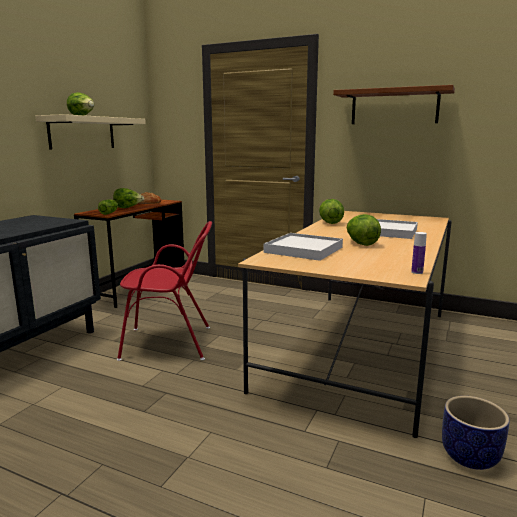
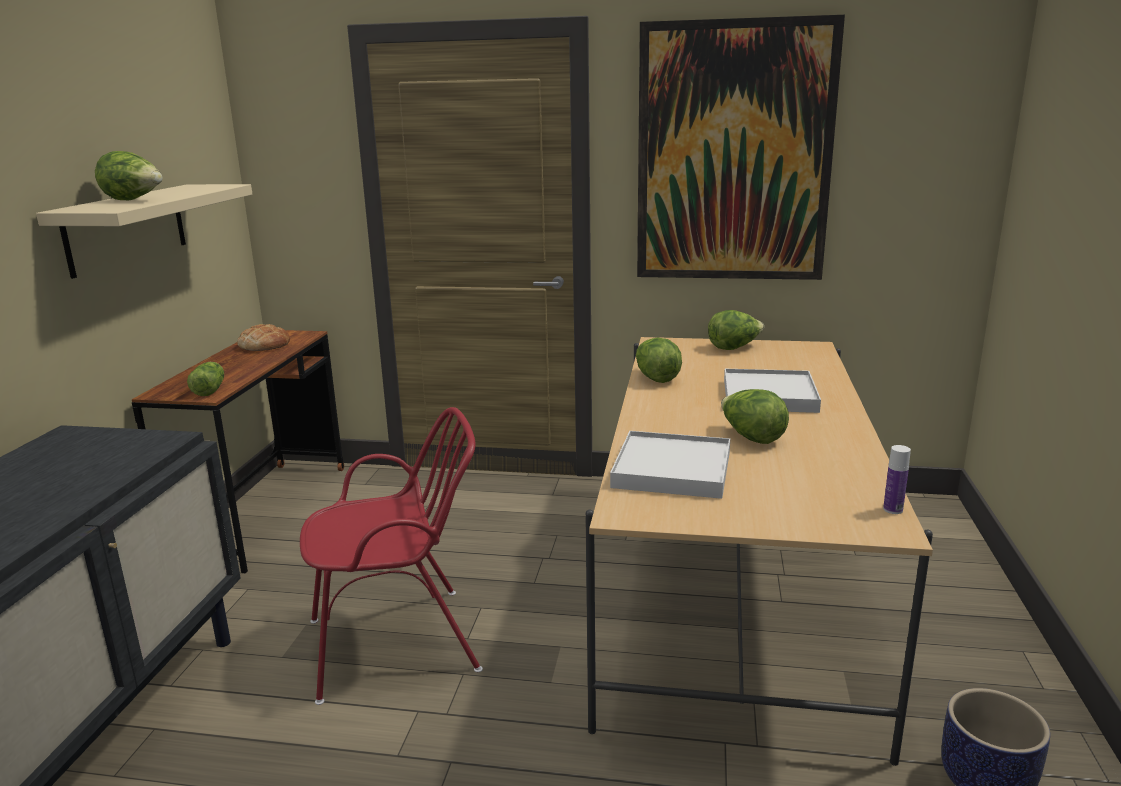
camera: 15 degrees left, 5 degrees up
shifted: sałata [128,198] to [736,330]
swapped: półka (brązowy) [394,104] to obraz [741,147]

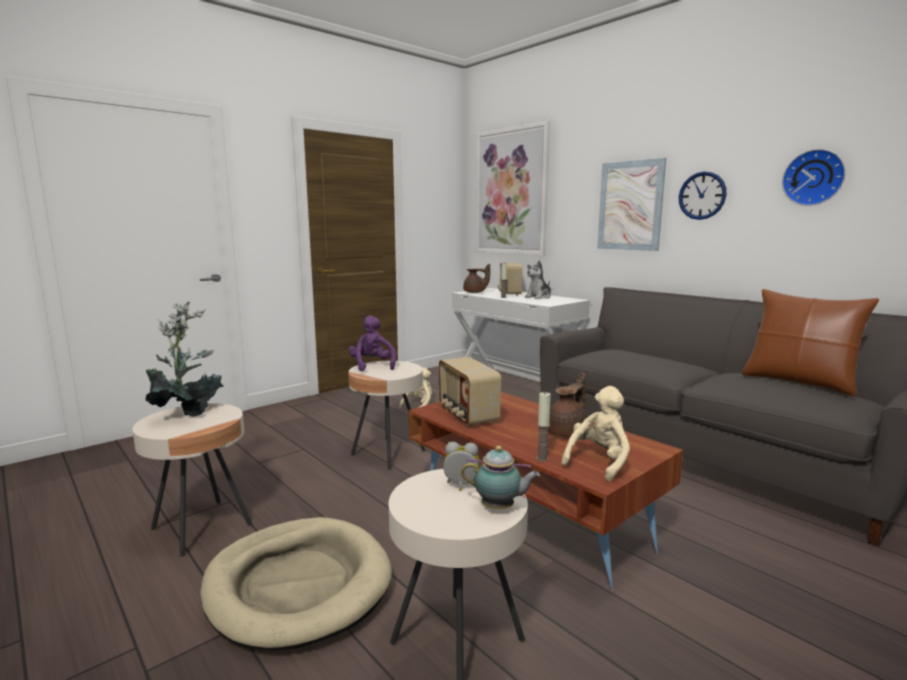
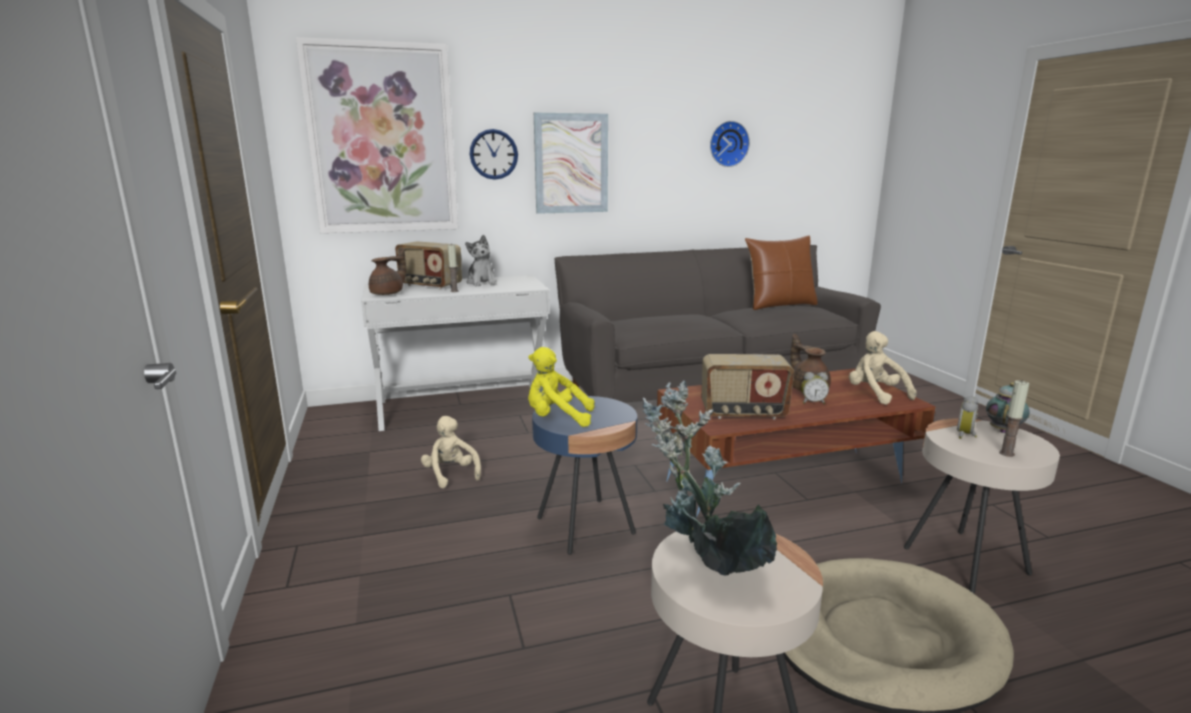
camera: 65 degrees left, 5 degrees up
new: budzik [815,388]
shifted: zegar ścienny [703,195] to [494,154]; świeca [543,427] to [1014,418]
repainted: pluszak (fioletowy) [372,343] to pluszak (żółty) [561,387]; stolik (beżowy) [386,415] to stolik (niebieski) [584,475]

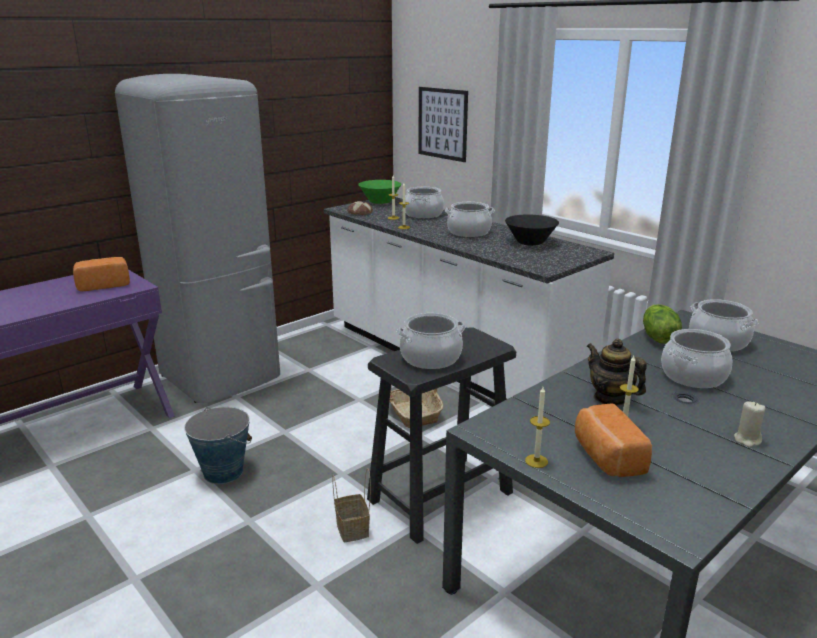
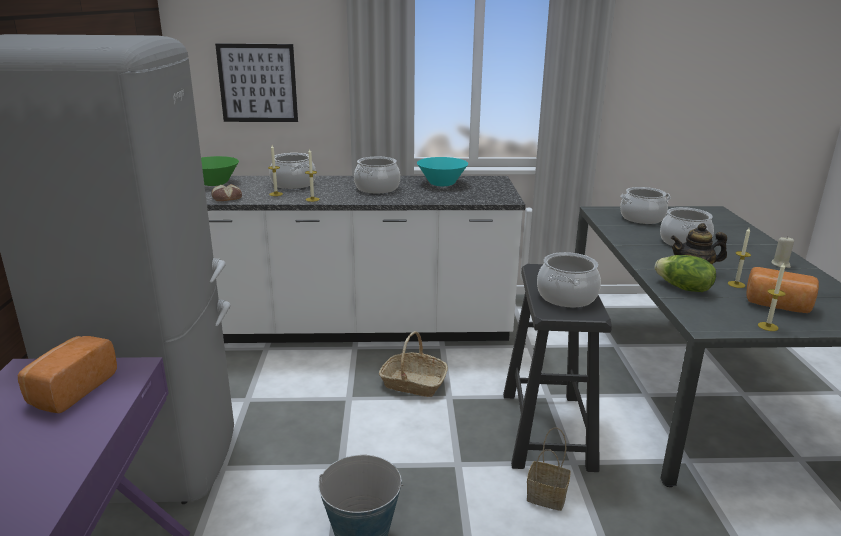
camera: 50 degrees left, 0 degrees up
shifted: sałata [662,324] to [685,273]
repainted: miska (czarny) [532,230] to miska (turkusowy) [442,171]

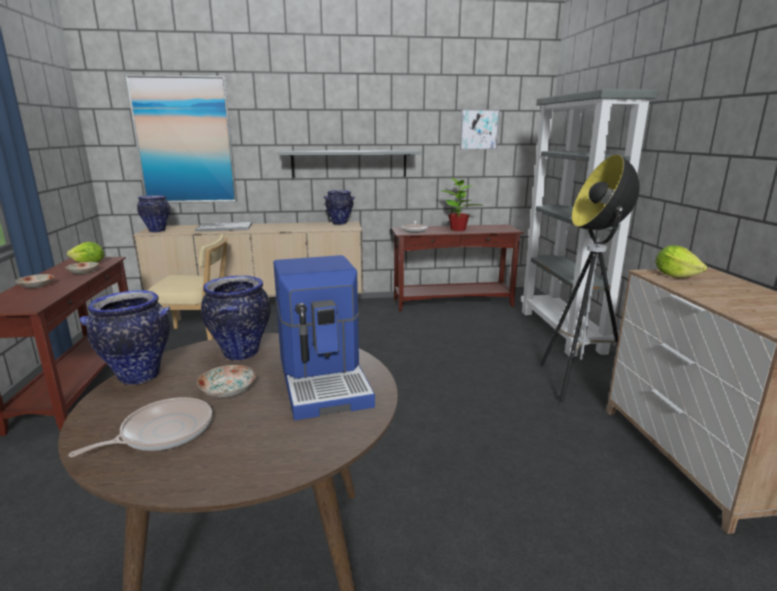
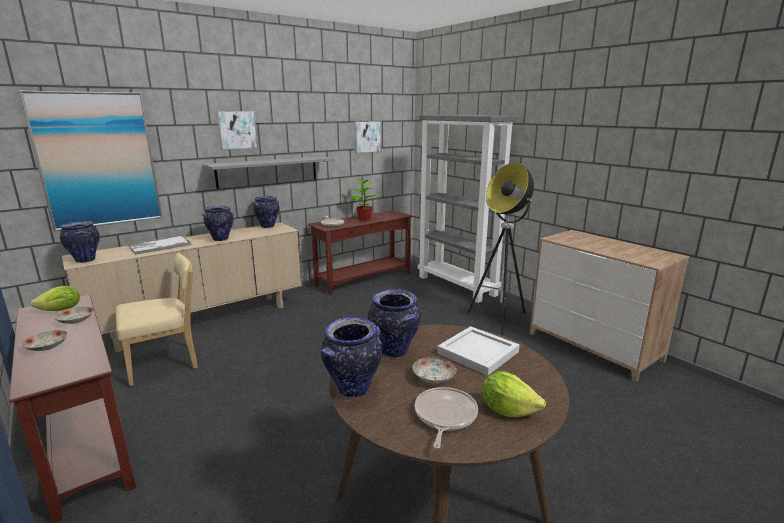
camera: 30 degrees left, 0 degrees up
new: obraz [237,130]; wazon [218,223]
shifted: sałata [681,262] to [514,394]
swapped: ekspres do kawy [324,337] to taca (biały) [478,351]

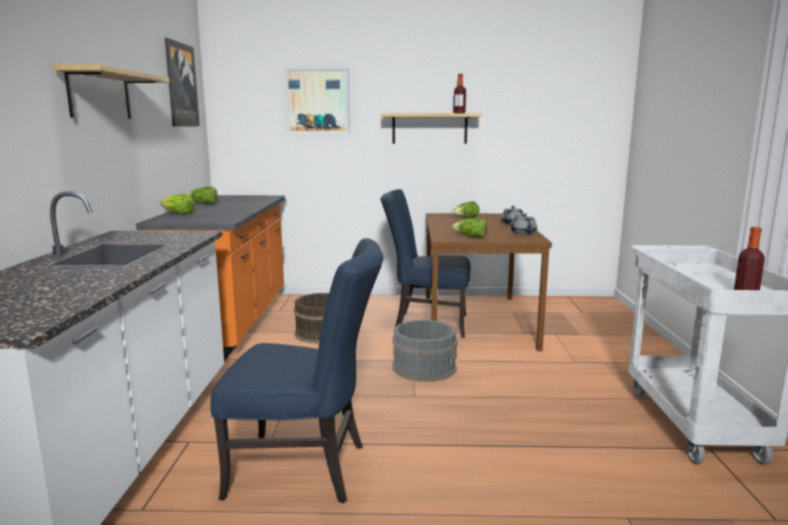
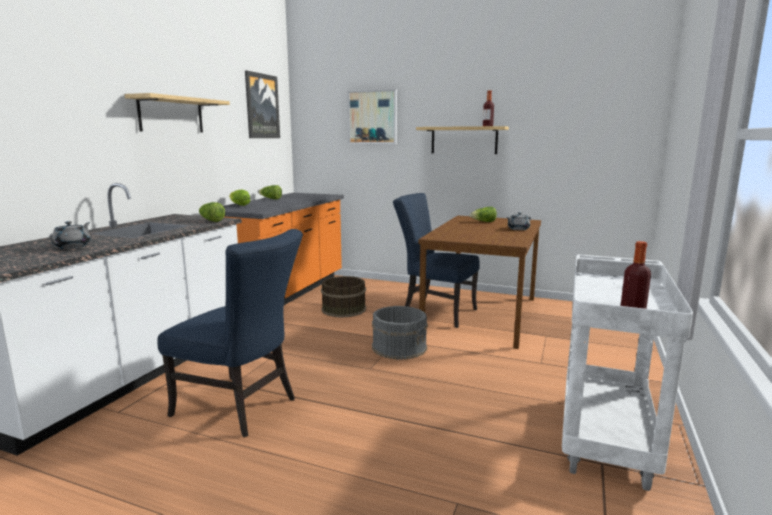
camera: 20 degrees right, 0 degrees up
shifted: imbryk (szary) [524,224] to [70,235]; sałata [469,228] to [212,212]

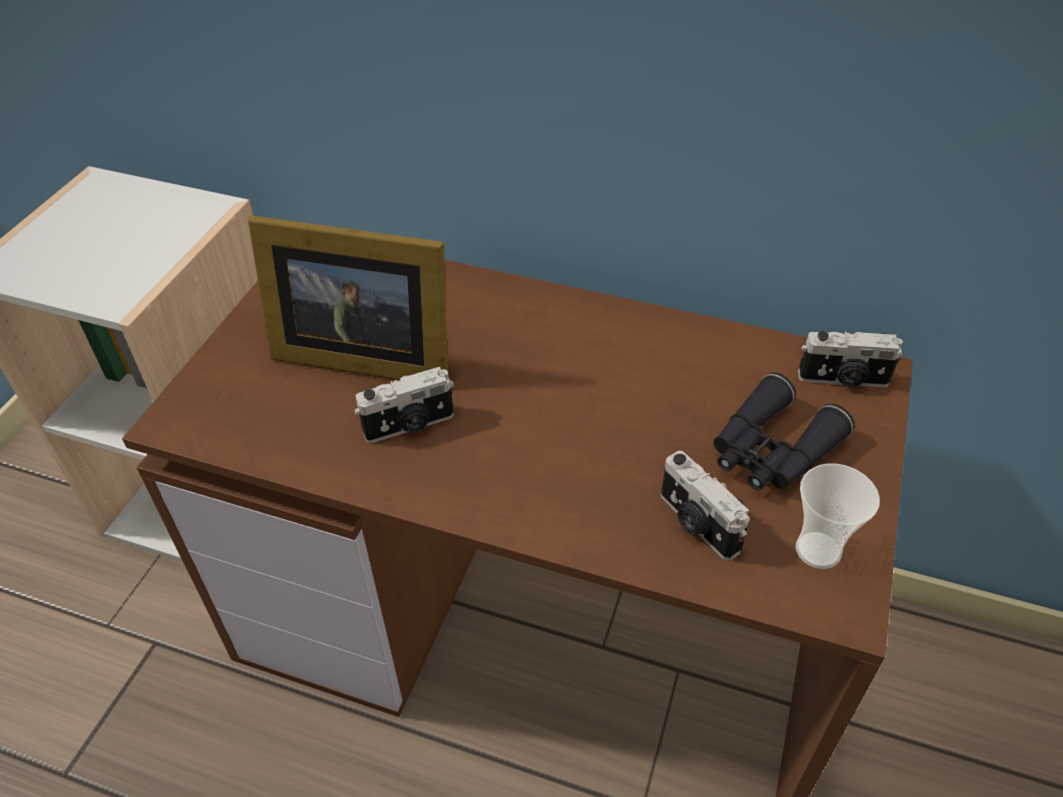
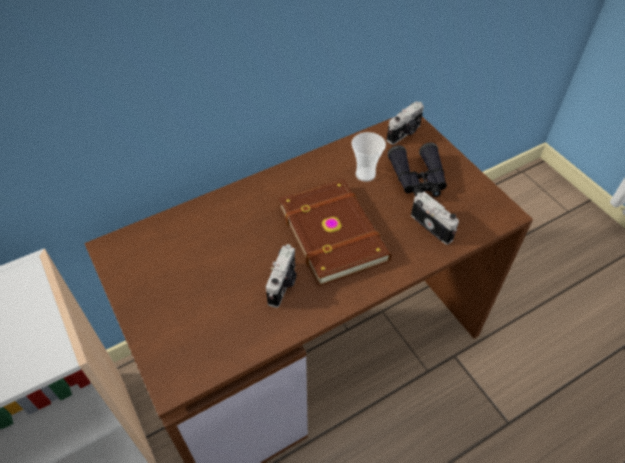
camera: 50 degrees left, 5 degrees up
gone: ramka na zdjęcie [347,297]
new: książka (brązowy) [335,232]
shifted: filiżanka [838,516] to [369,157]
rotated: aparat fotograficzny [705,505] = [435,218] 135 degrees counterclockwise

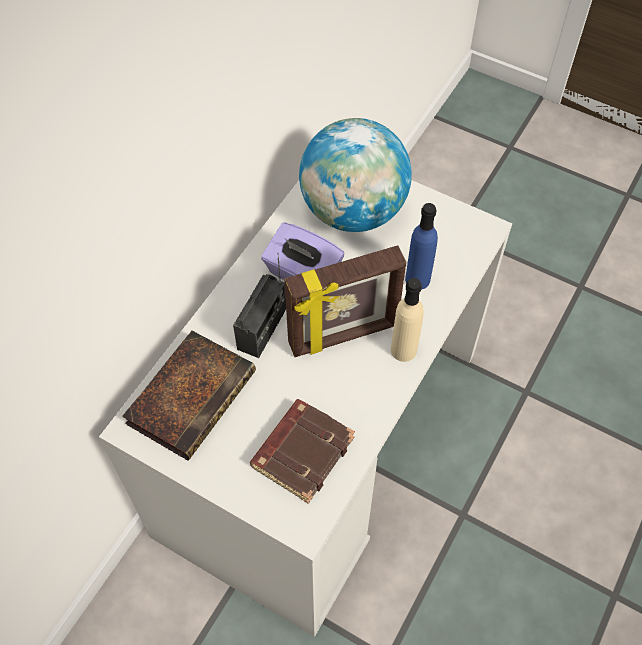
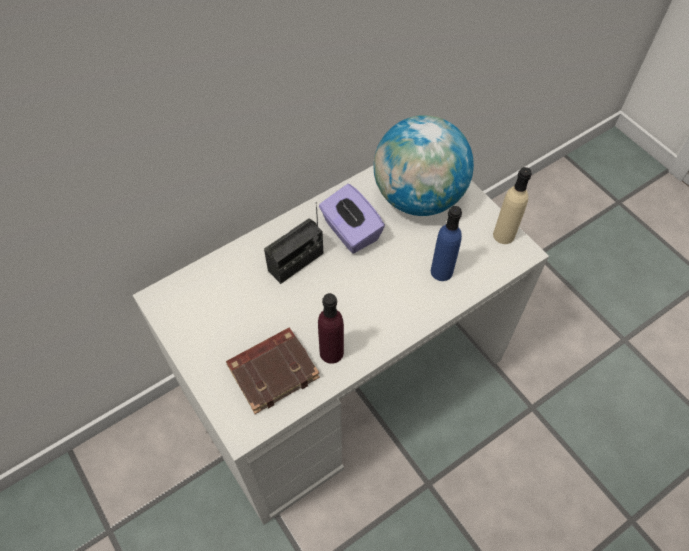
camera: 25 degrees right, 0 degrees up
gone: ramka na zdjęcie [345,301]; książka [189,396]
new: butelka (fioletowy) [331,328]
shifted: butelka (beżowy) [407,320] to [512,205]

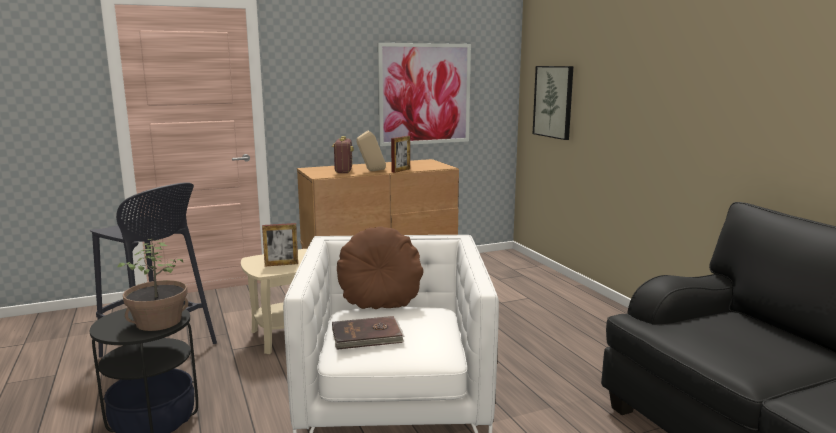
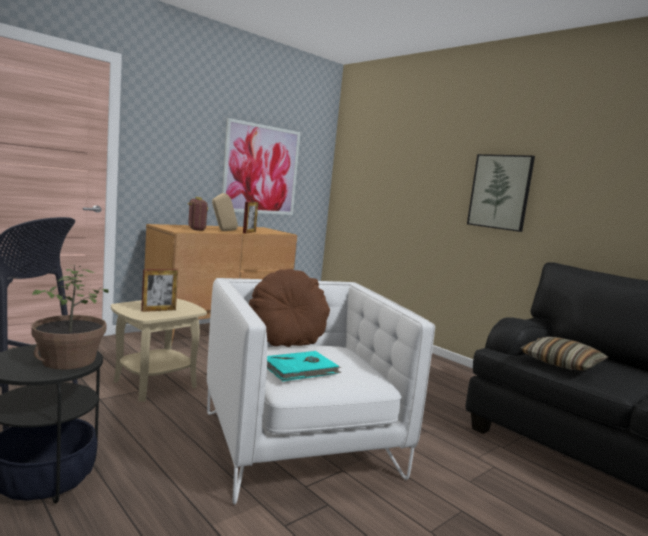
camera: 20 degrees left, 5 degrees down
new: poduszka [564,354]
shifted: obraz [553,103] to [501,193]
repainted: książka (brązowy) [368,333] to książka (turkusowy) [304,366]

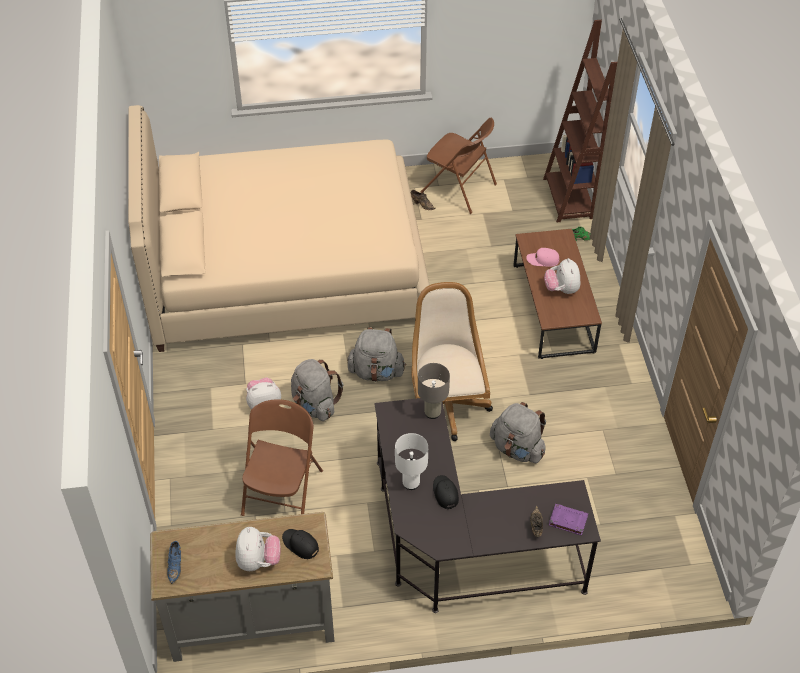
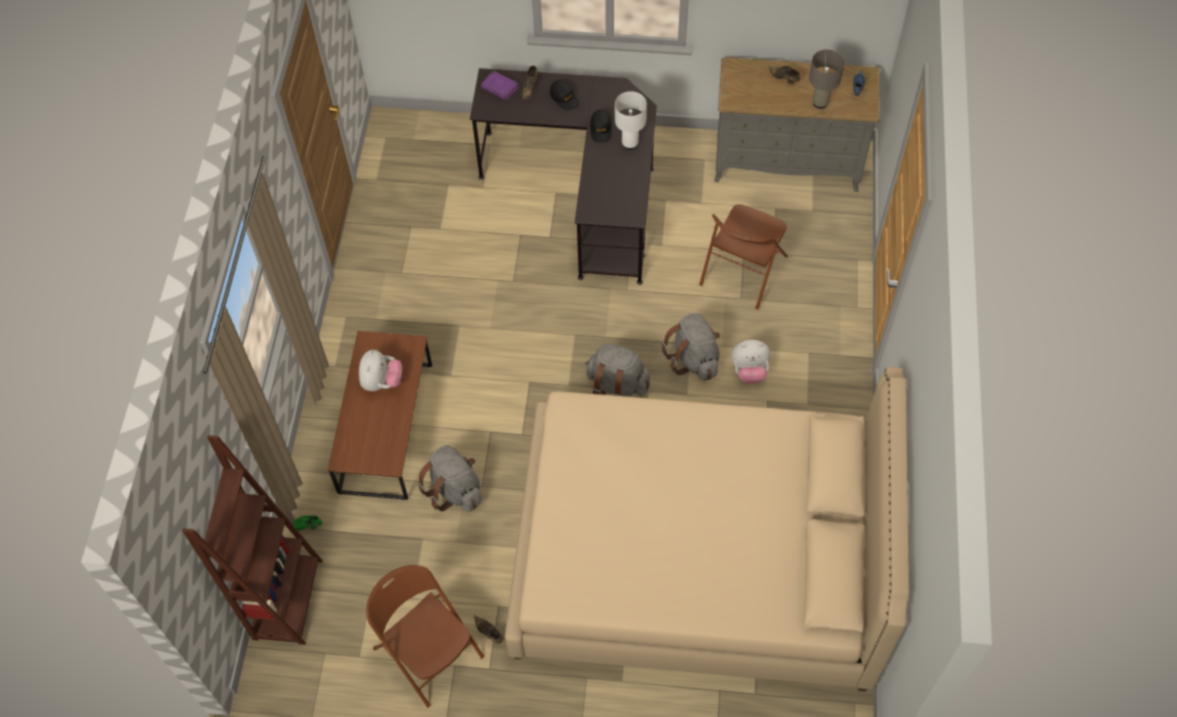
camera: 165 degrees left, 10 degrees up
gone: czapka z daszkiem (różowy) [542,257]; krzesło biurowe [452,361]
shifted: lampa stołowa (szary) [434,391] to [826,79]; plecak (szary) [518,432] to [449,478]; czapka z daszkiem (czarny) [300,544] to [564,95]
swapped: pluszak [257,549] to but (brązowy) [784,75]

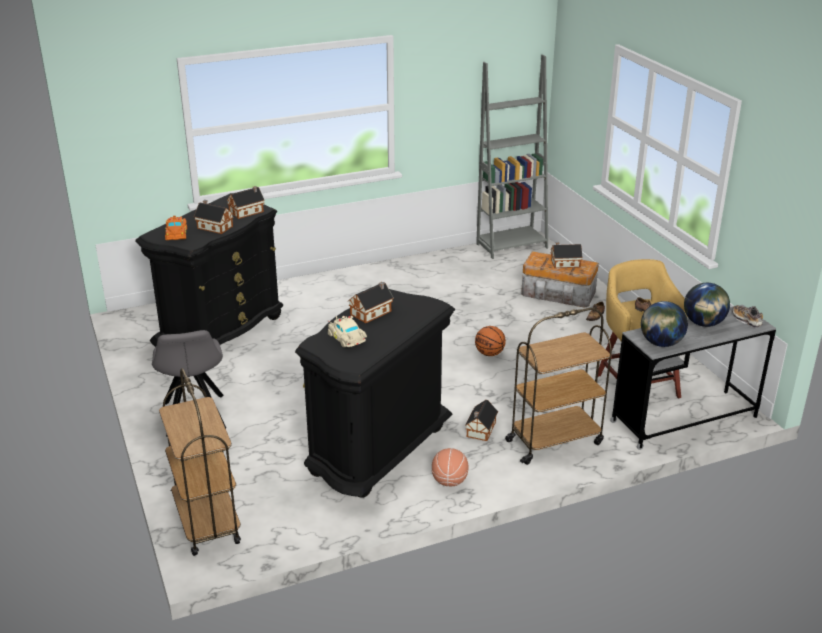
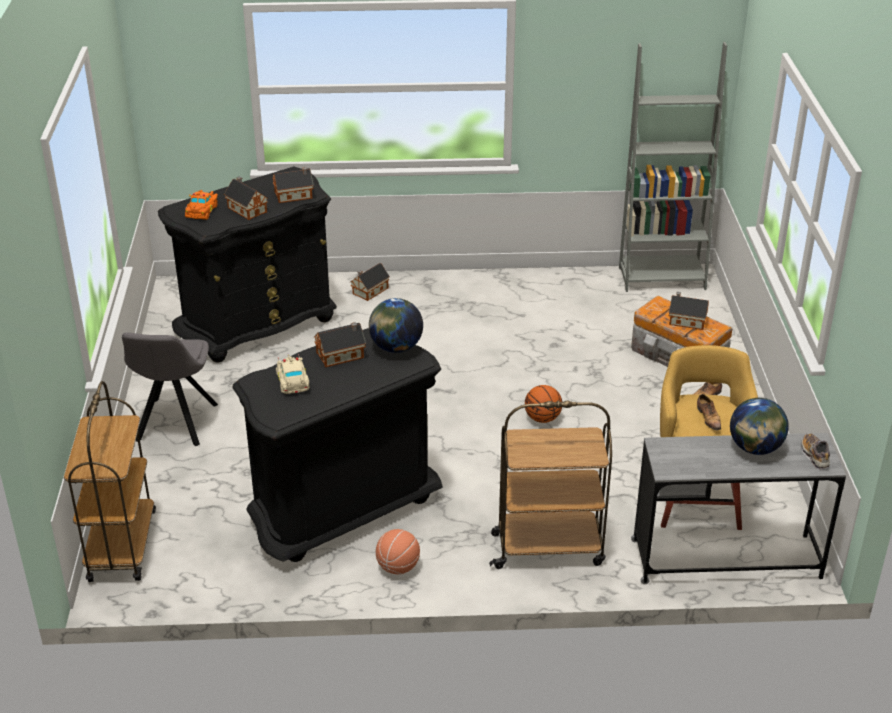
camera: 20 degrees right, 5 degrees up
shifted: globus [664,324] to [396,325]; domek [481,420] to [370,282]

